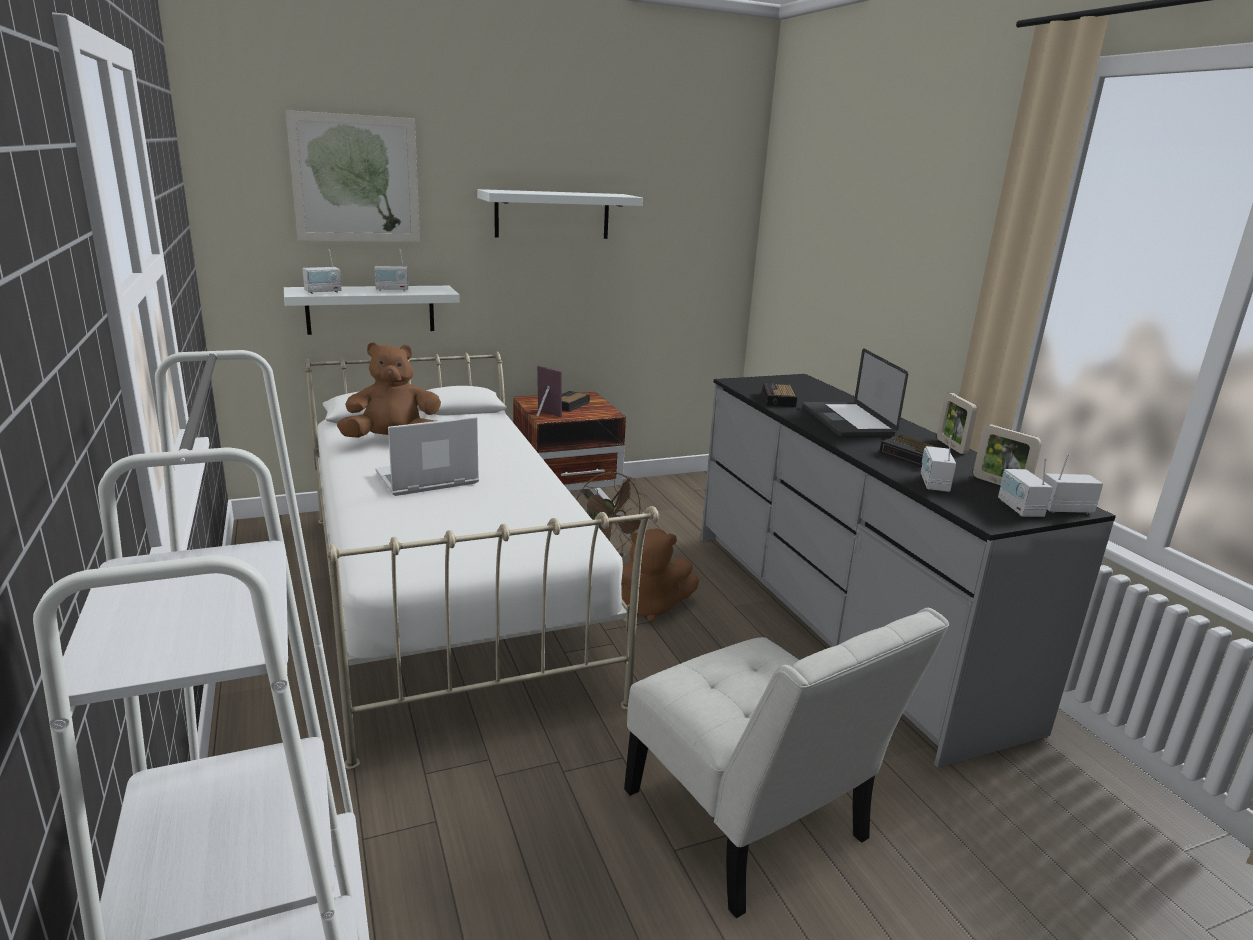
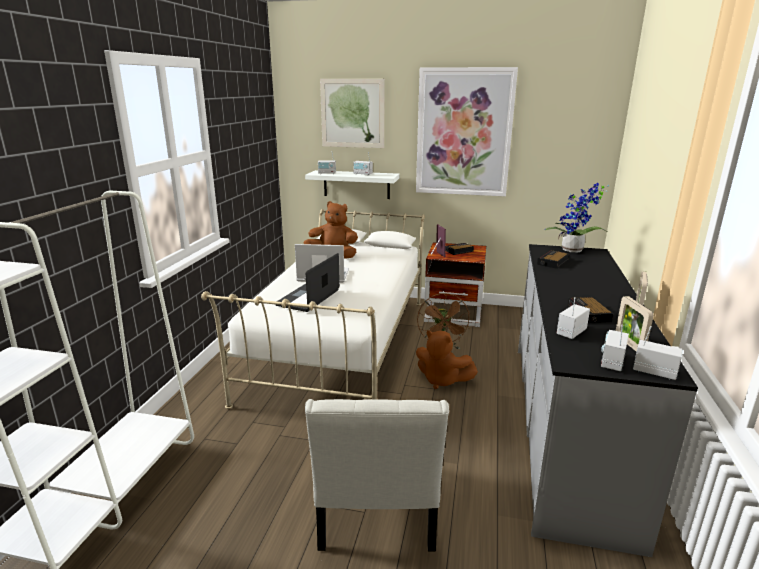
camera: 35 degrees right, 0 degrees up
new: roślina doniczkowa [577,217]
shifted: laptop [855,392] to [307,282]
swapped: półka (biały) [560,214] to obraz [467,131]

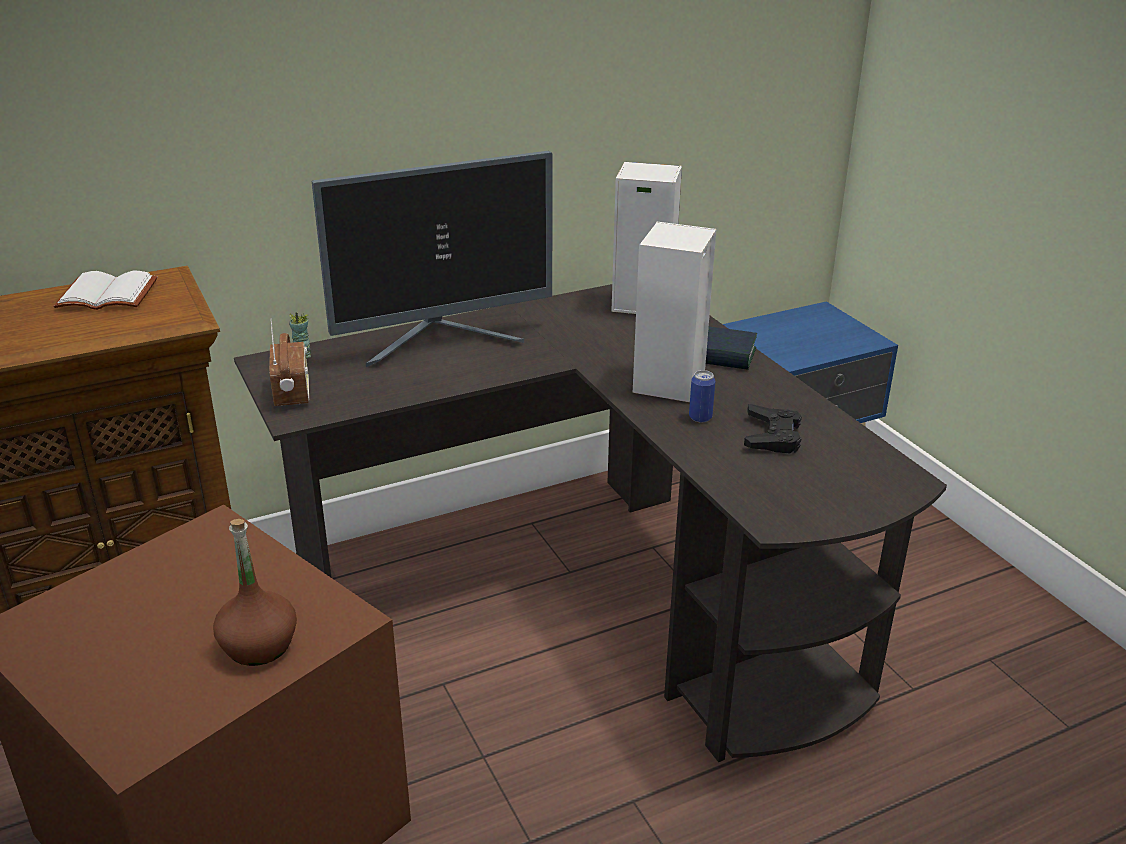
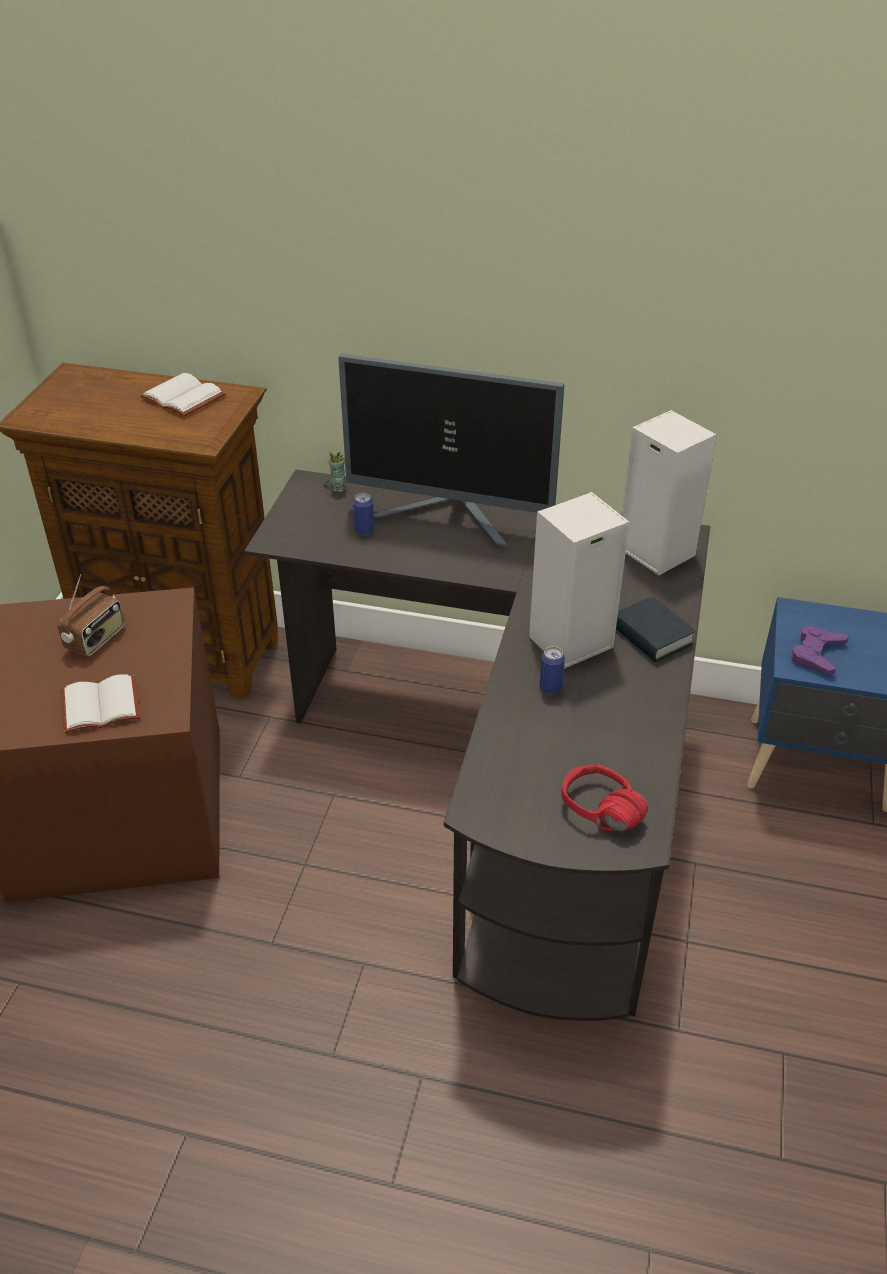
camera: 40 degrees right, 10 degrees up
gone: pad do gier (czarny) [773,429]
new: puszka [363,514]; pad do gier (fioletowy) [820,650]; słuchawki (czerwony) [604,797]
shifted: radio [289,362] to [91,615]
swapped: butelka (brązowy) [255,592] to książka (biały) [100,703]

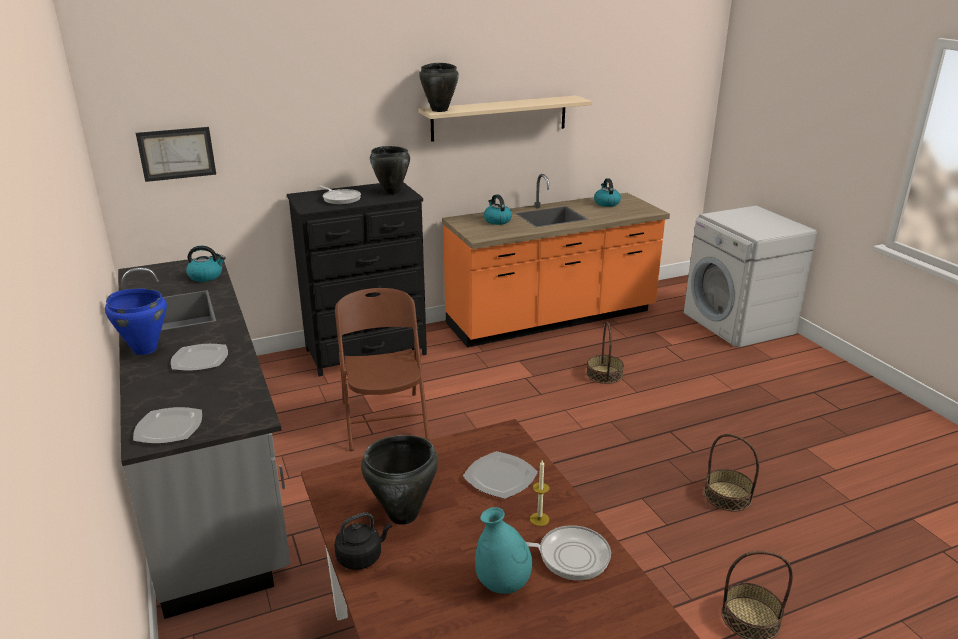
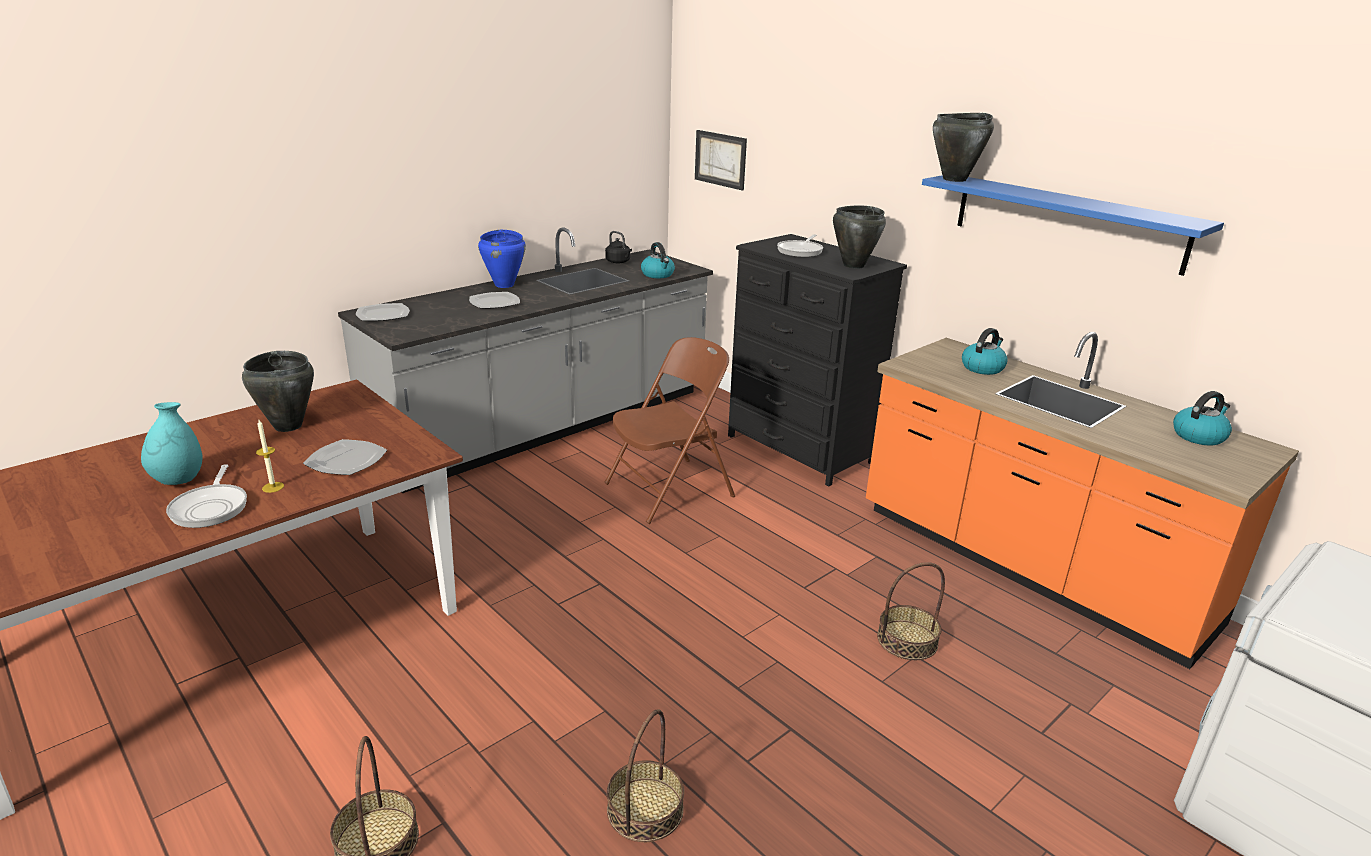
camera: 70 degrees right, 0 degrees up
shifted: czajnik (czarny) [363,541] to [618,247]
repainted: półka (beżowy) [505,118] to półka (niebieski) [1073,225]

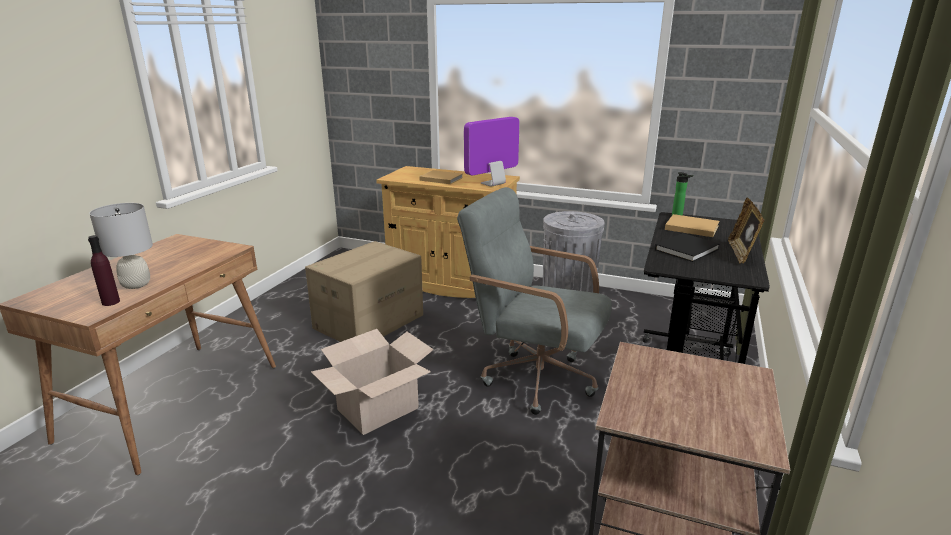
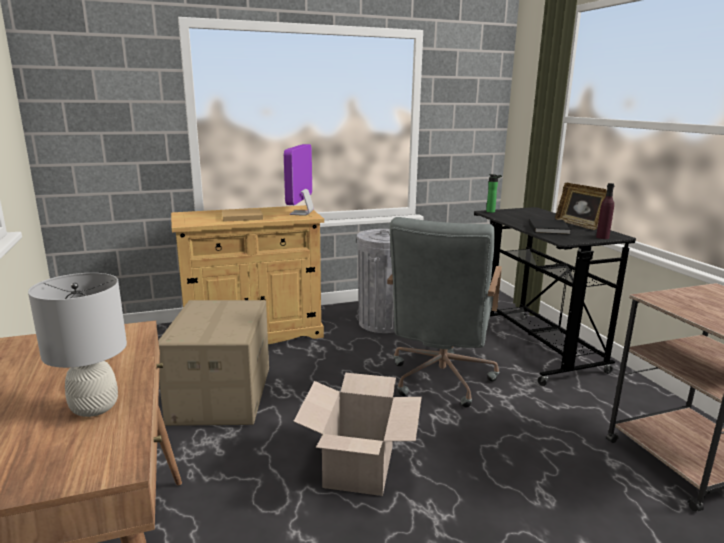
camera: 40 degrees left, 5 degrees down
gone: książka (beżowy) [692,225]
shifted: butelka (fioletowy) [104,270] to [605,211]
rotated: krzesło biurowe (szary) [534,301] = [444,312] 60 degrees counterclockwise

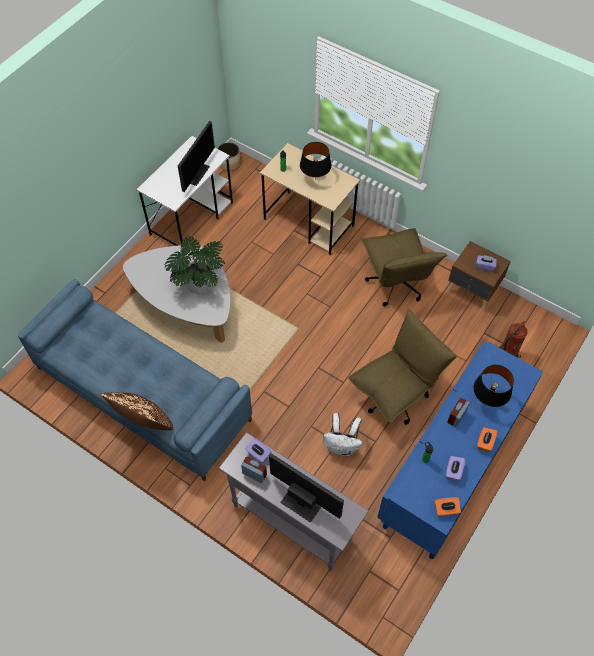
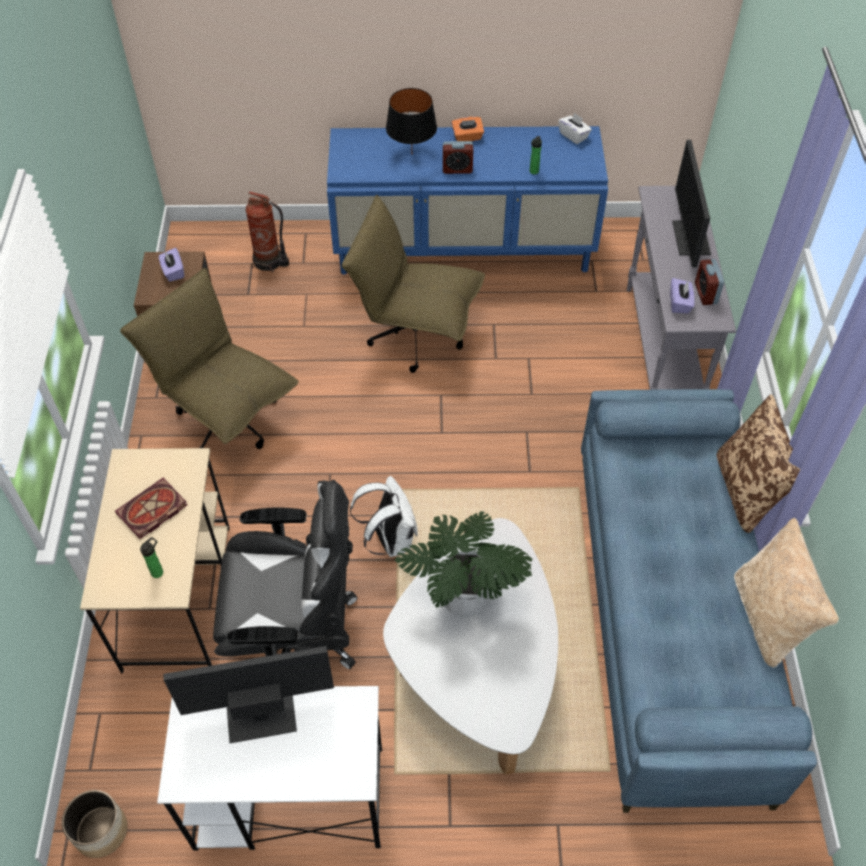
camera: 125 degrees left, 5 degrees down
gone: pudełko chusteczek (fioletowy) [455,469]
new: krzesło biurowe (czarny) [285,574]; poduszka (beżowy) [786,593]
shifted: plecak (biały) [342,434] to [384,516]
swapped: lampa stołowa (czarny) [316,160] to książka [151,508]
repainted: pudełko chusteczek (pomarańczowy) [448,506] to pudełko chusteczek (biały) [575,128]
rotated: krzesło biurowe (beżowy) [404,267] = [209,358] 90 degrees counterclockwise

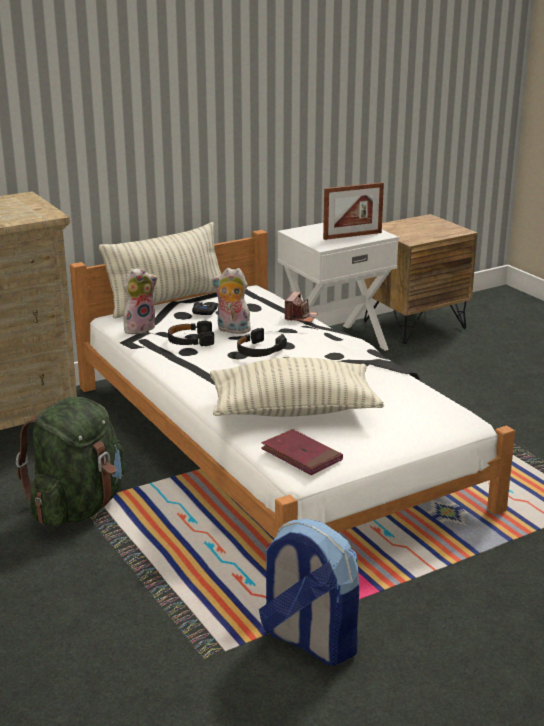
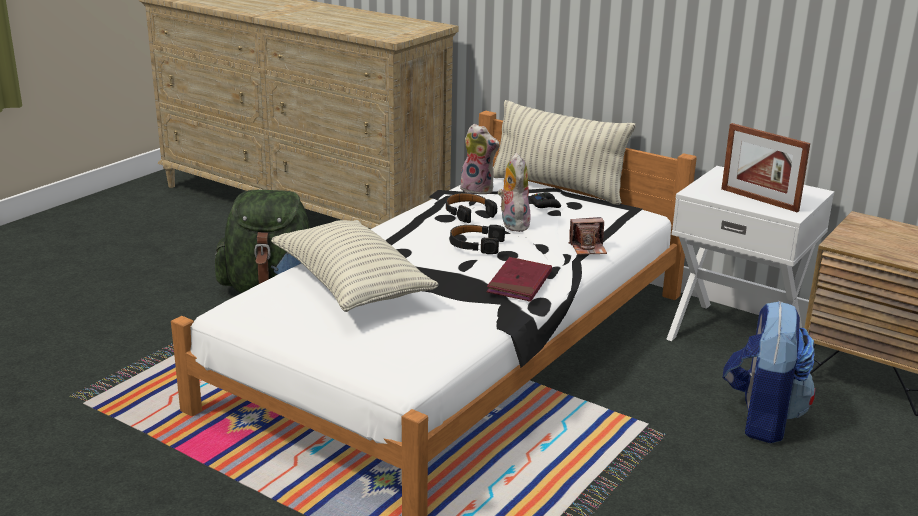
camera: 65 degrees right, 0 degrees up
shifted: książka (czerwony) [302,452] to [519,279]; plecak [309,592] to [769,371]

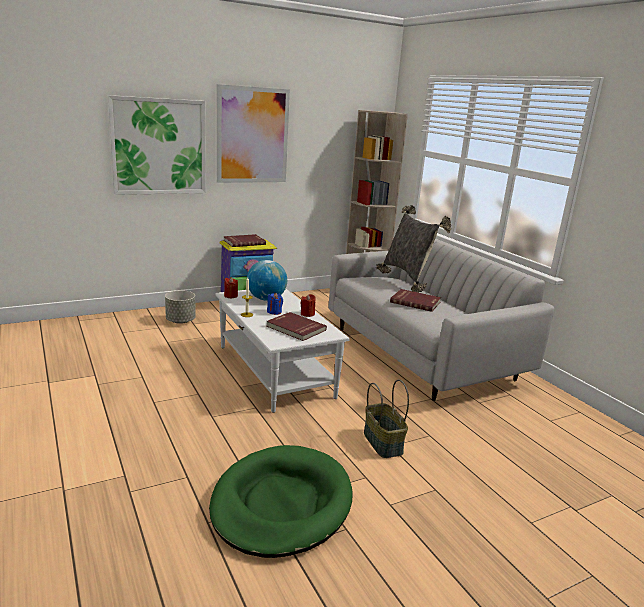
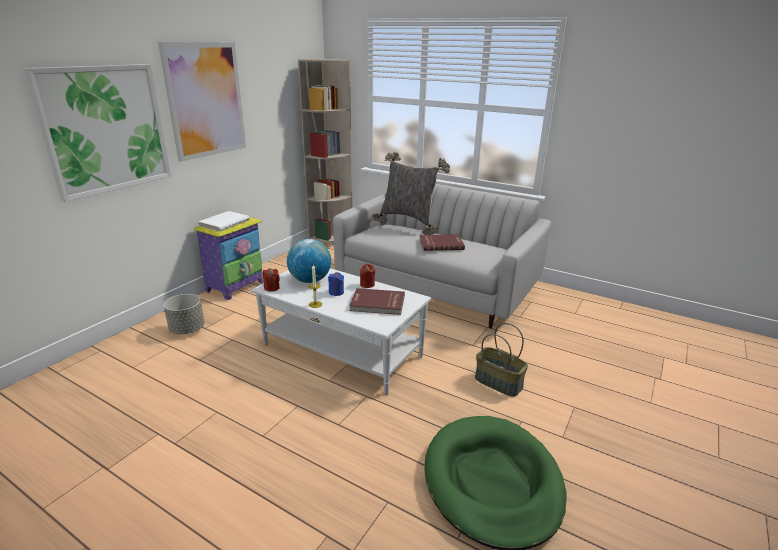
camera: 30 degrees left, 5 degrees up
repainted: książka (czerwony) [245,240] to książka (biały) [224,221]

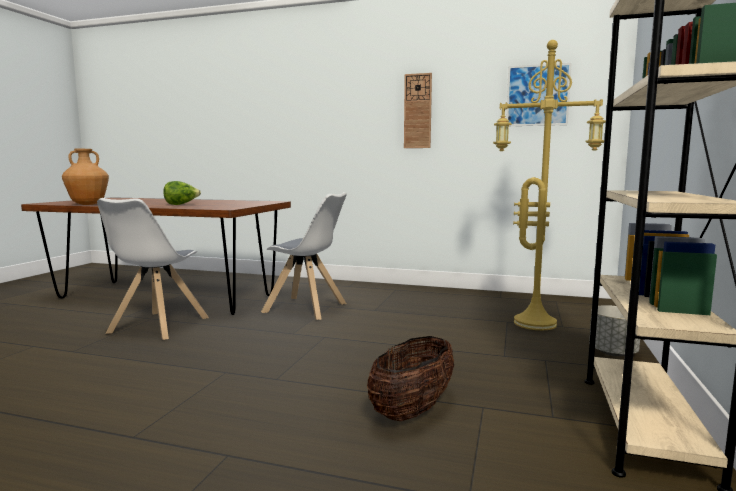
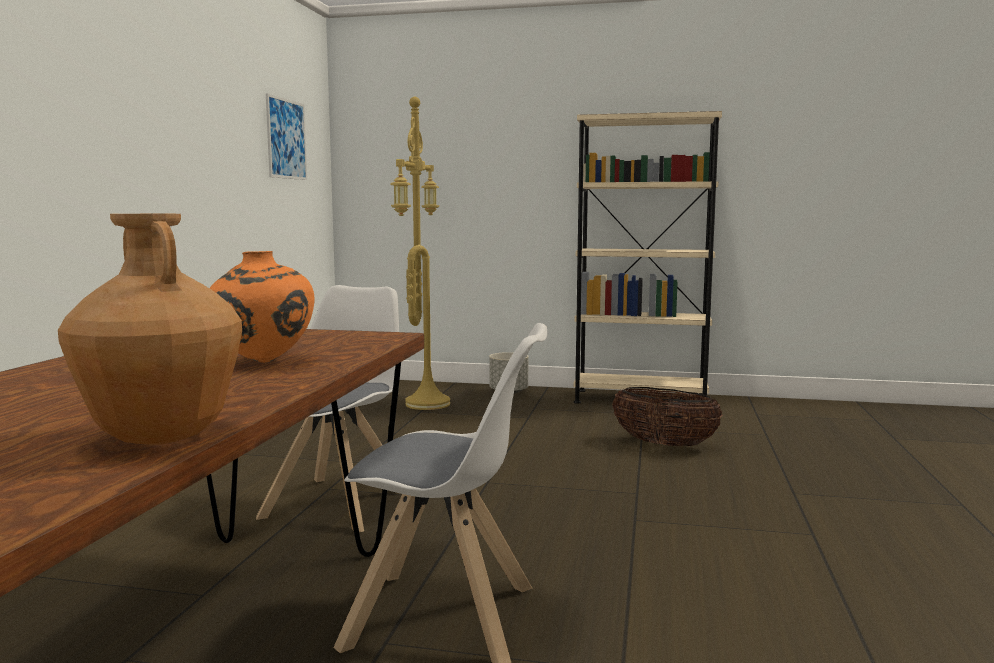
camera: 95 degrees left, 0 degrees up
gone: zegar ścienny [418,110]
swapped: sałata [182,193] to wazon (pomarańczowy) [262,307]

